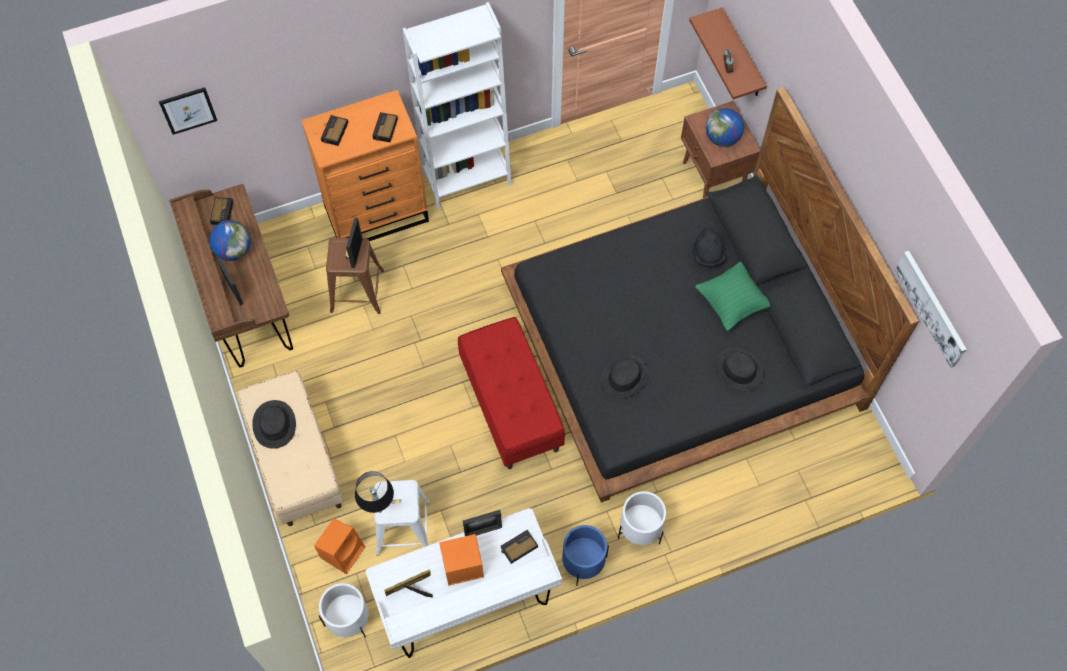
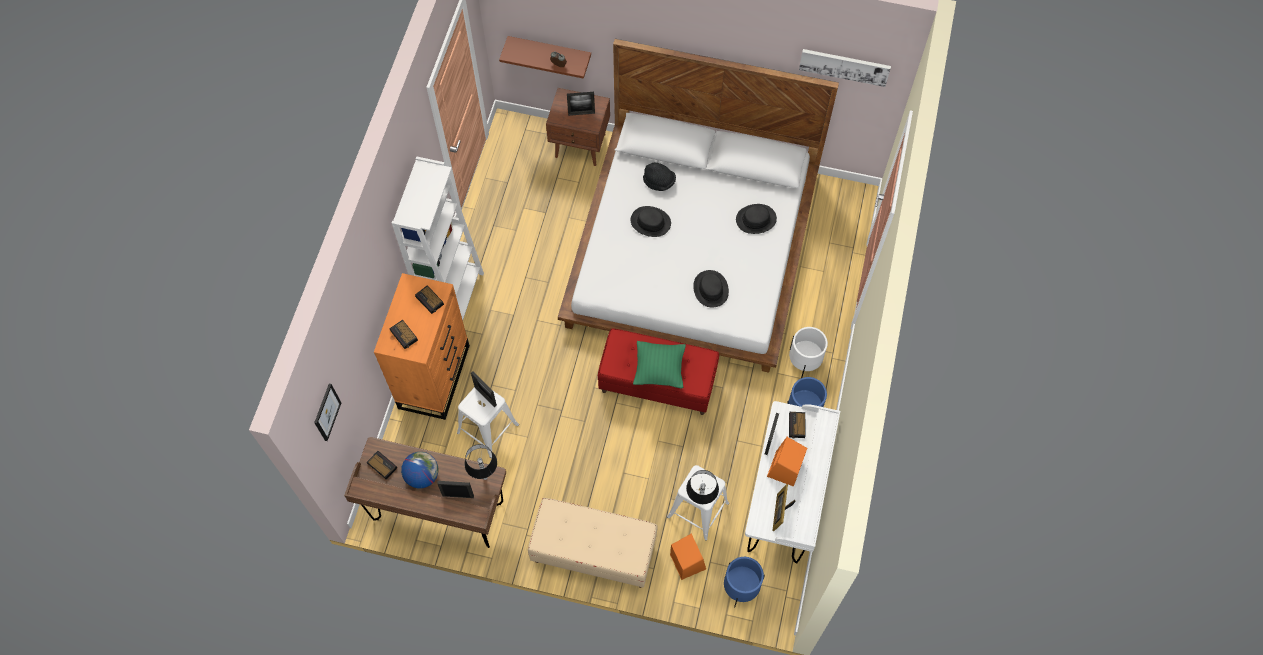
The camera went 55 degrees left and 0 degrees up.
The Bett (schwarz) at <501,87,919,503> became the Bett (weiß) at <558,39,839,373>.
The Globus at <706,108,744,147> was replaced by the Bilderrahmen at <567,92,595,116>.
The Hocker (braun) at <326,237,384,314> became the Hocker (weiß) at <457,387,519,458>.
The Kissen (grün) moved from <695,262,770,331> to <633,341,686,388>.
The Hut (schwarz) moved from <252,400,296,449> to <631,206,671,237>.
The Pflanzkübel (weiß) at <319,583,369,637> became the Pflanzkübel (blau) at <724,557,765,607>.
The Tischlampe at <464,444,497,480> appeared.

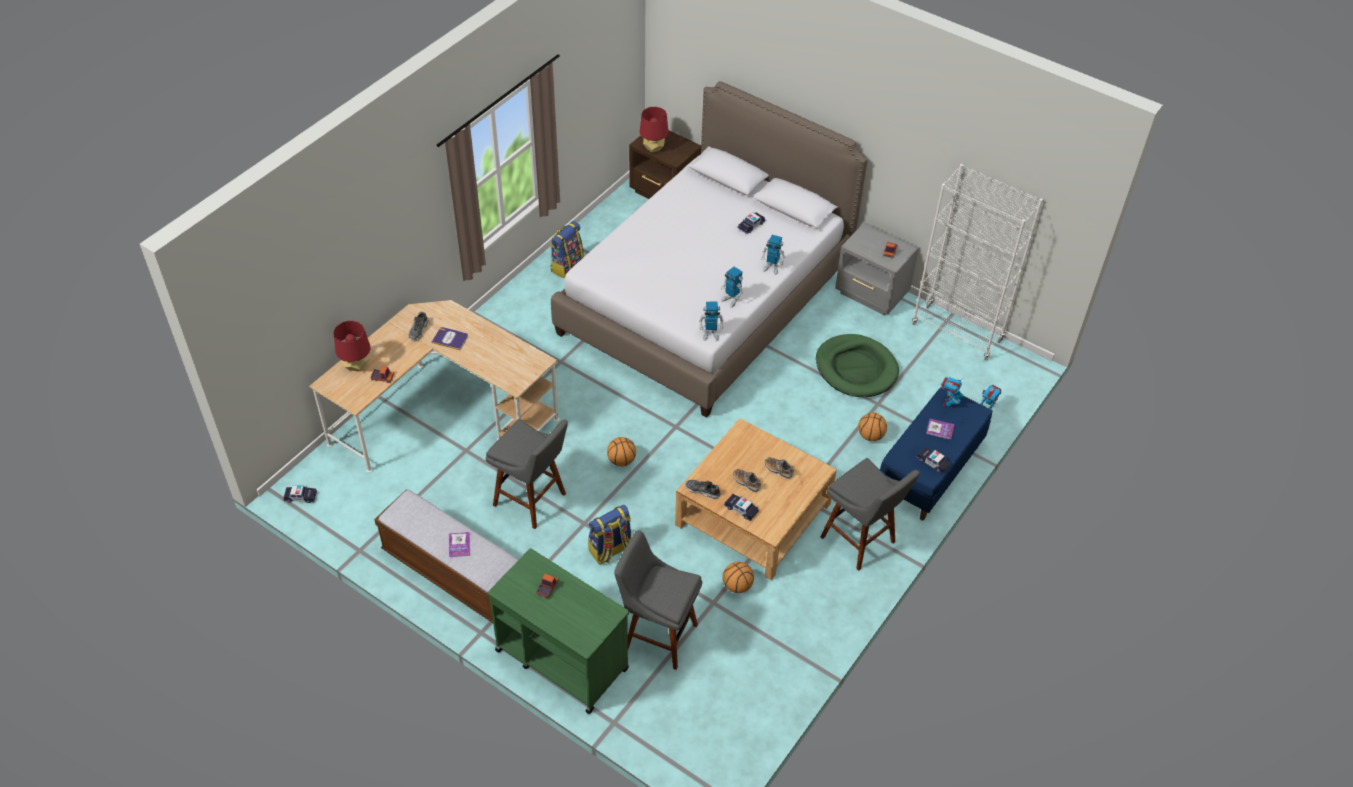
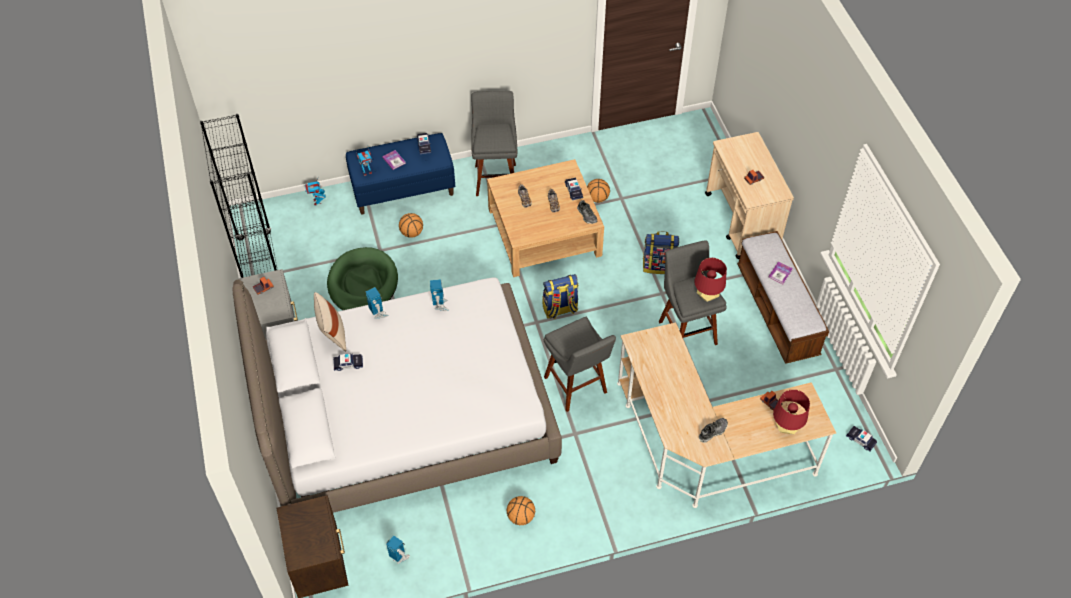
The camera went 140 degrees left and 5 degrees up.
The Tischlampe (rot) moved from <640,107,668,153> to <694,258,727,302>.
The Bücherregal (weiß) at <912,164,1043,360> became the Bücherregal (schwarz) at <200,114,278,278>.
The Rucksack moved from <550,221,584,278> to <542,274,579,319>.
The Spielzeugroboter moved from <699,301,724,341> to <386,535,410,564>.
The Buch at <432,327,468,350> disappeared.
The Basketball moved from <607,437,636,466> to <507,496,535,525>.
The Hocker (grau) moved from <614,530,702,670> to <544,317,616,412>.
The Rollwagen (grün) at <488,548,629,714> became the Rollwagen (beige) at <705,132,794,259>.
The Kissen (beige) at <314,292,346,352> appeared.

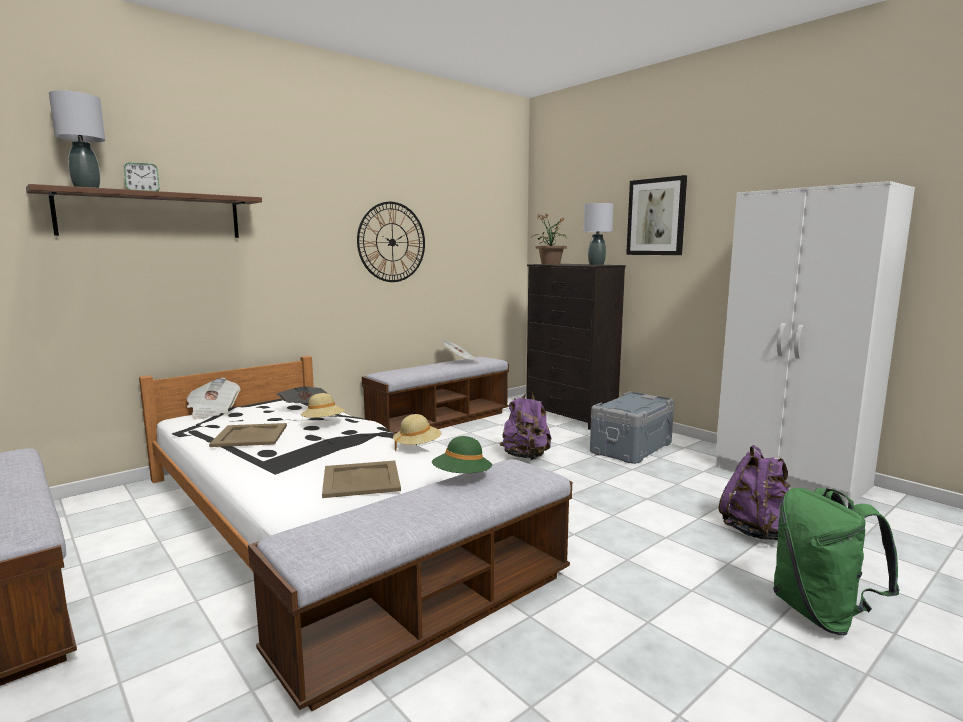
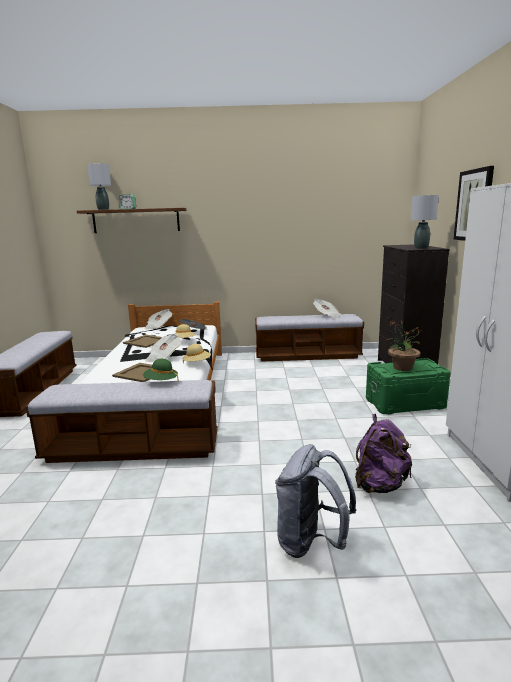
The camera went 40 degrees right and 5 degrees up.
The Wanduhr at <357,202,425,282> disappeared.
The Topfpflanze moved from <533,214,567,264> to <385,320,421,371>.
The Rucksack (lila) at <500,391,552,460> disappeared.
The Aufbewahrungsbox (grau) at <590,391,674,464> became the Aufbewahrungsbox (grün) at <366,358,451,415>.
The Rucksack (grün) at <773,488,900,635> became the Rucksack (grau) at <275,444,356,558>.
The Zeitung at <145,334,182,362> appeared.

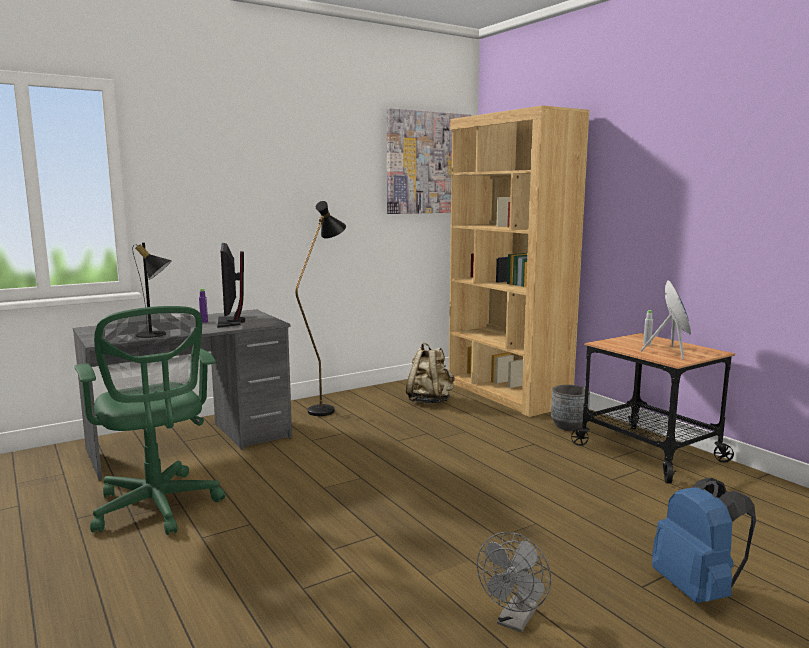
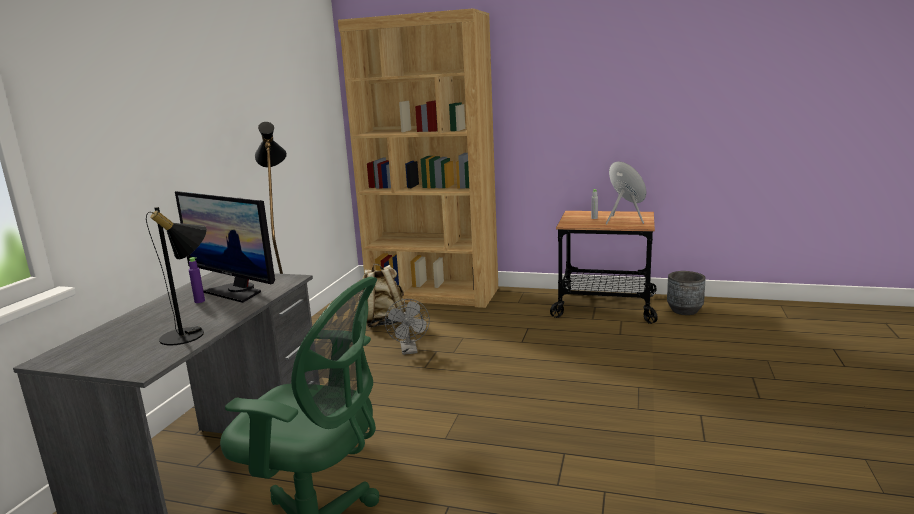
The camera went 40 degrees left and 5 degrees up.
The Bild at <387,108,472,214> disappeared.
The Pflanzkübel (grau) moved from <551,385,590,431> to <667,271,706,315>.
The Rucksack (blau) at <652,478,756,603> disappeared.
The Ventilator (grau) moved from <477,532,551,633> to <385,299,430,355>.

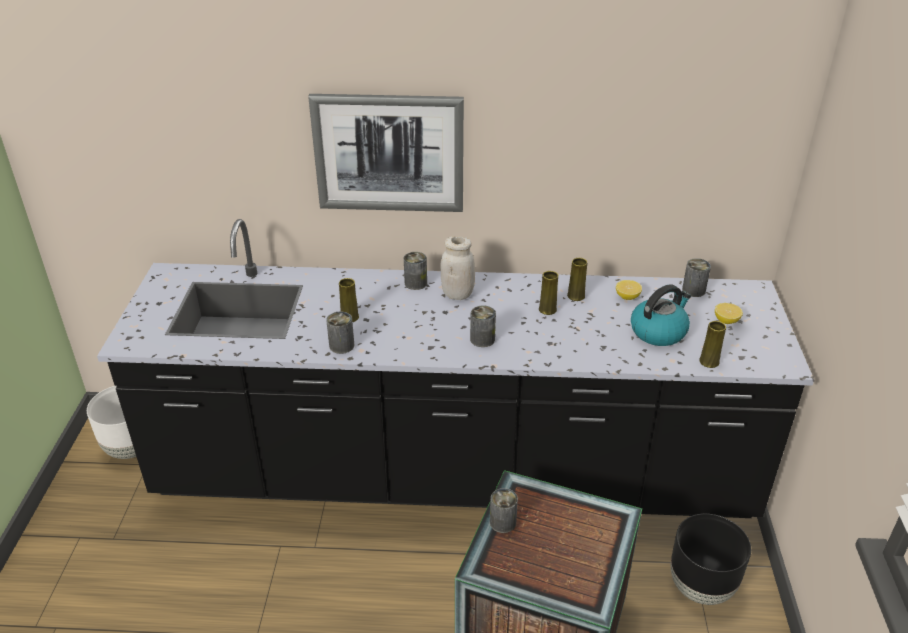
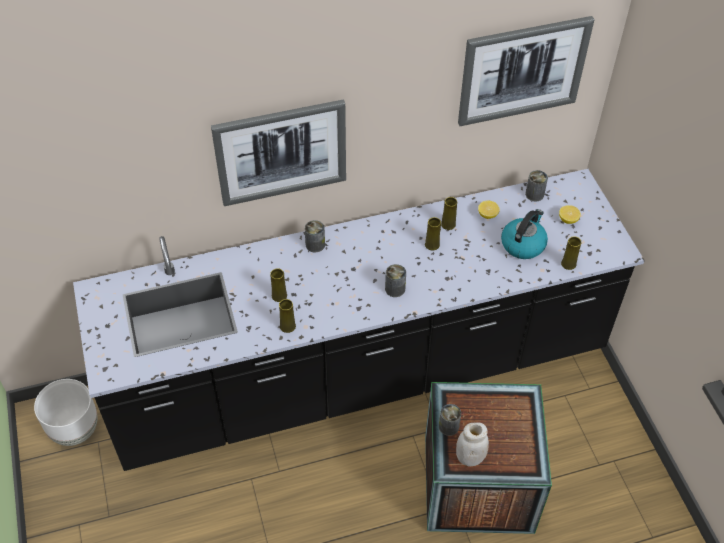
The camera went 20 degrees left and 15 degrees up.
The Vorratsglas (weiß) moved from <440,236,475,300> to <456,423,489,467>.
The Dose at <326,311,354,354> was replaced by the Vase (gelb) at <279,299,296,333>.
The Pflanzkübel (schwarz) at <671,514,751,605> disappeared.
The Bild at <458,16,595,126> appeared.

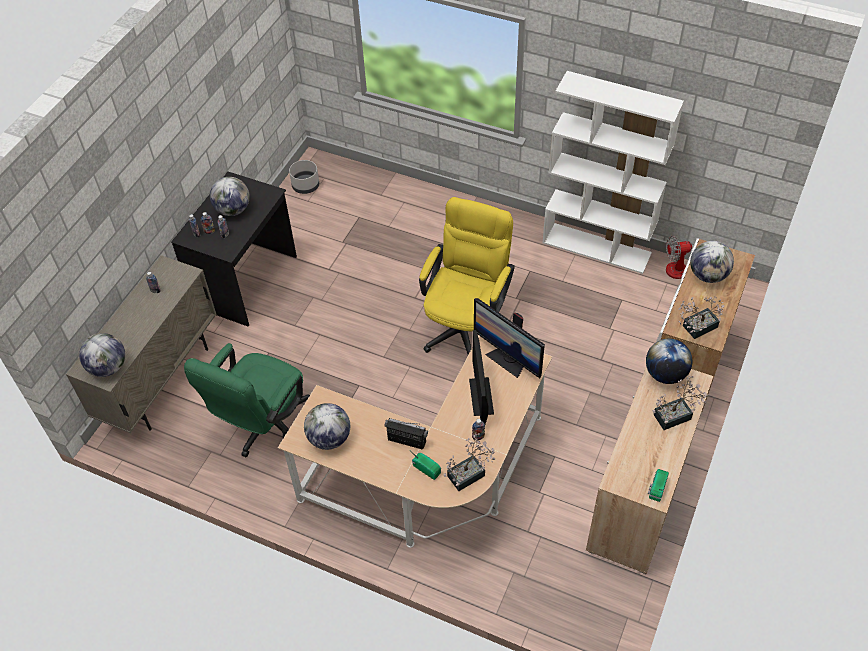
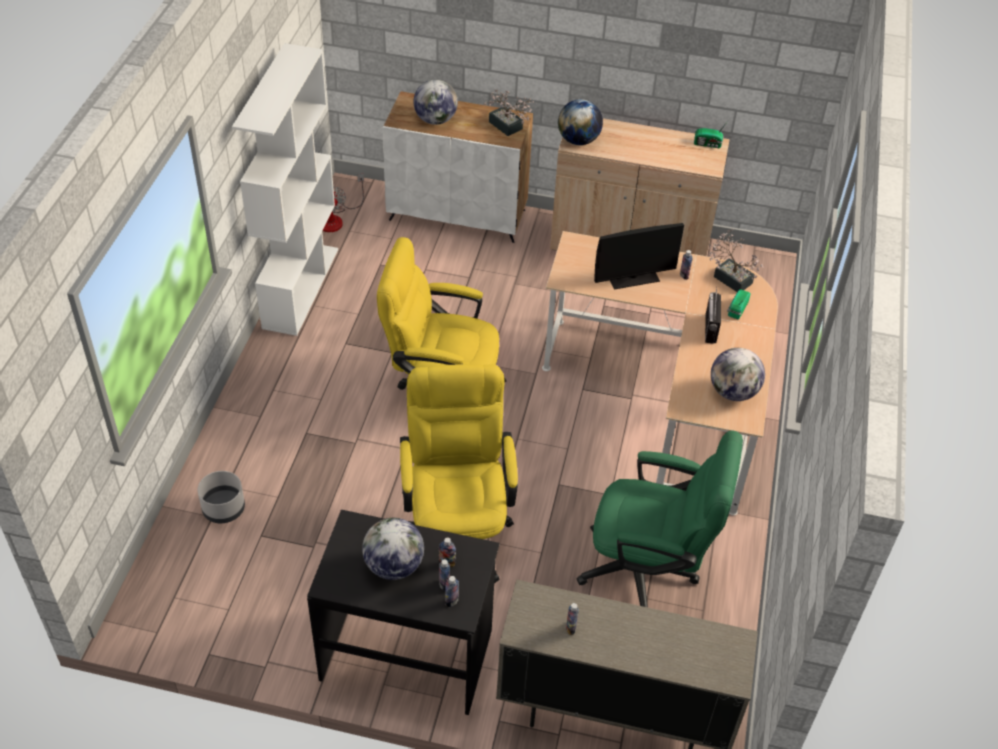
The camera went 105 degrees left and 5 degrees down.
The Pflanzkübel (grau) moved from <289,160,319,194> to <198,471,245,523>.
The Monitor at <474,298,545,378> disappeared.
The Globus at <79,333,125,377> disappeared.
The Topfpflanze at <653,376,708,430> disappeared.
The Bürostuhl (gelb) at <400,364,518,583> appeared.

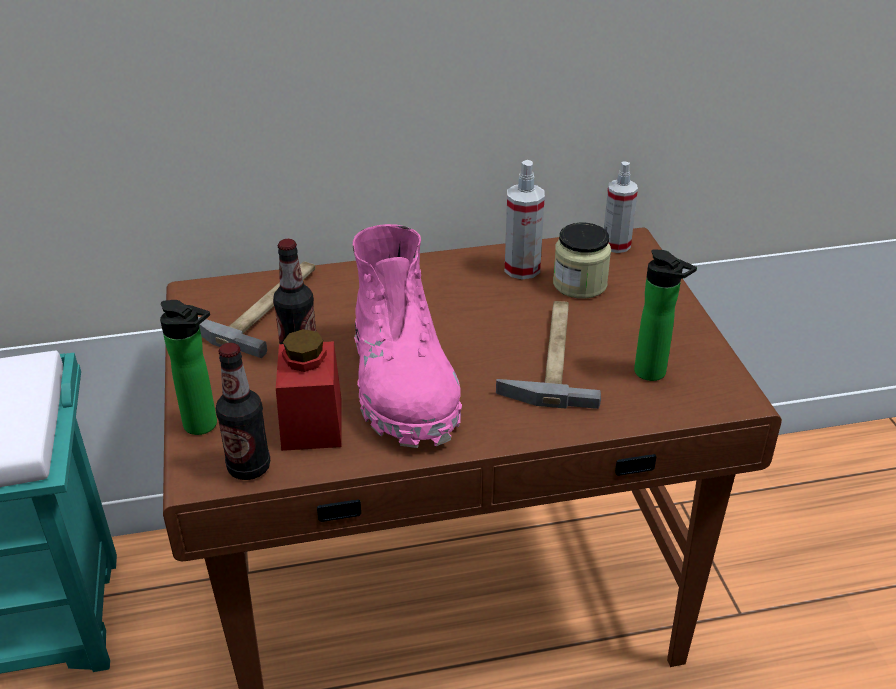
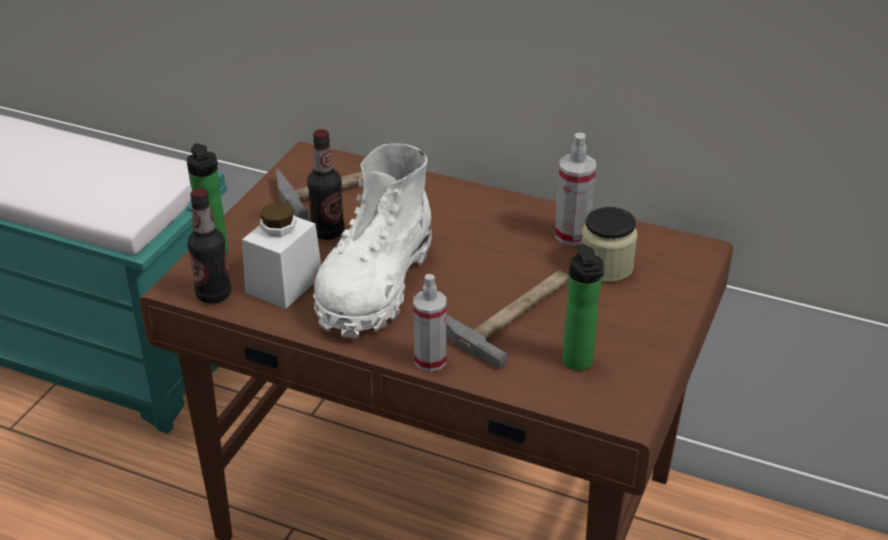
The camera went 35 degrees right and 0 degrees up.
The Sprühflasche moved from <604,161,638,253> to <413,274,446,372>.
The Stiefel (rosa) at <353,224,462,448> became the Stiefel (weiß) at <313,143,432,338>.
The Vorratsglas (rot) at <276,329,342,451> became the Vorratsglas (weiß) at <242,202,321,309>.

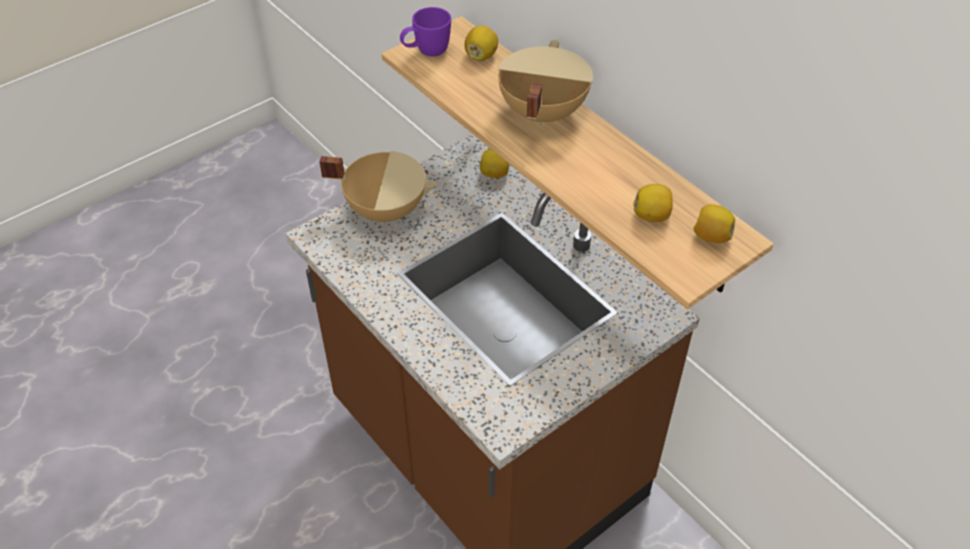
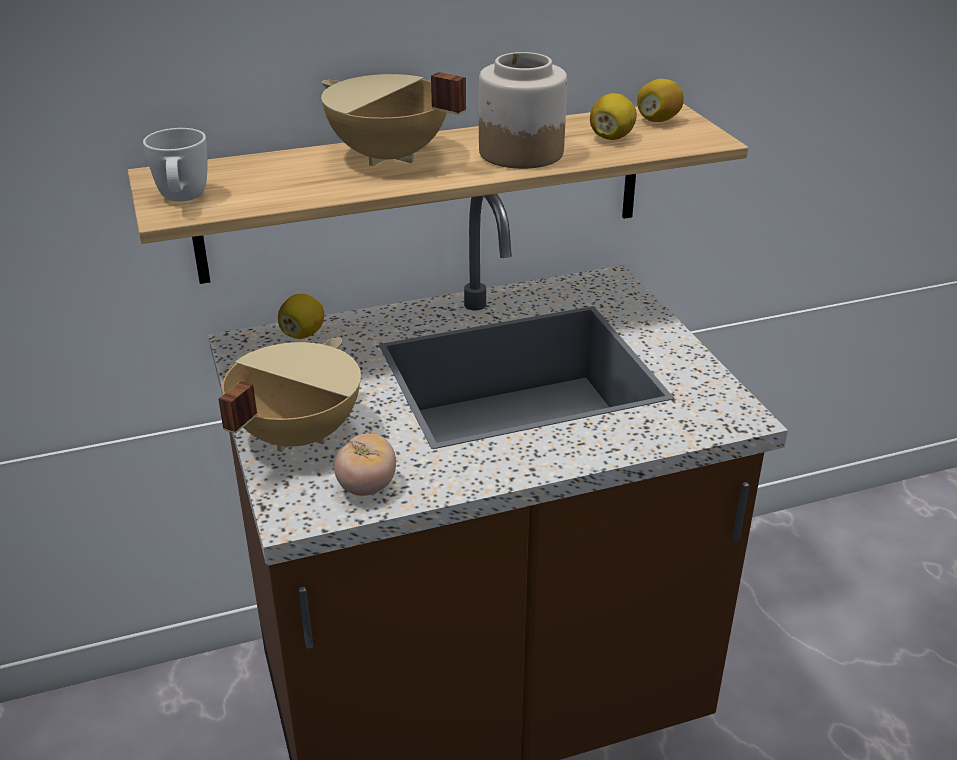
The camera went 70 degrees left and 15 degrees down.
The Henkelbecher (lila) at <400,7,451,57> became the Henkelbecher (weiß) at <143,128,207,202>.
The Zitrone at <465,26,498,61> disappeared.
The Vorratsglas at <479,52,567,169> appeared.
The Tomate at <334,433,396,496> appeared.

